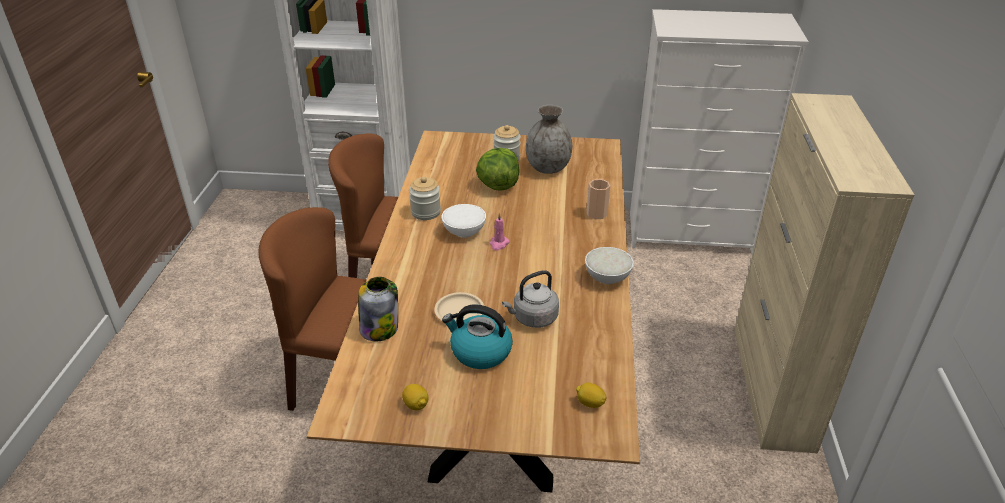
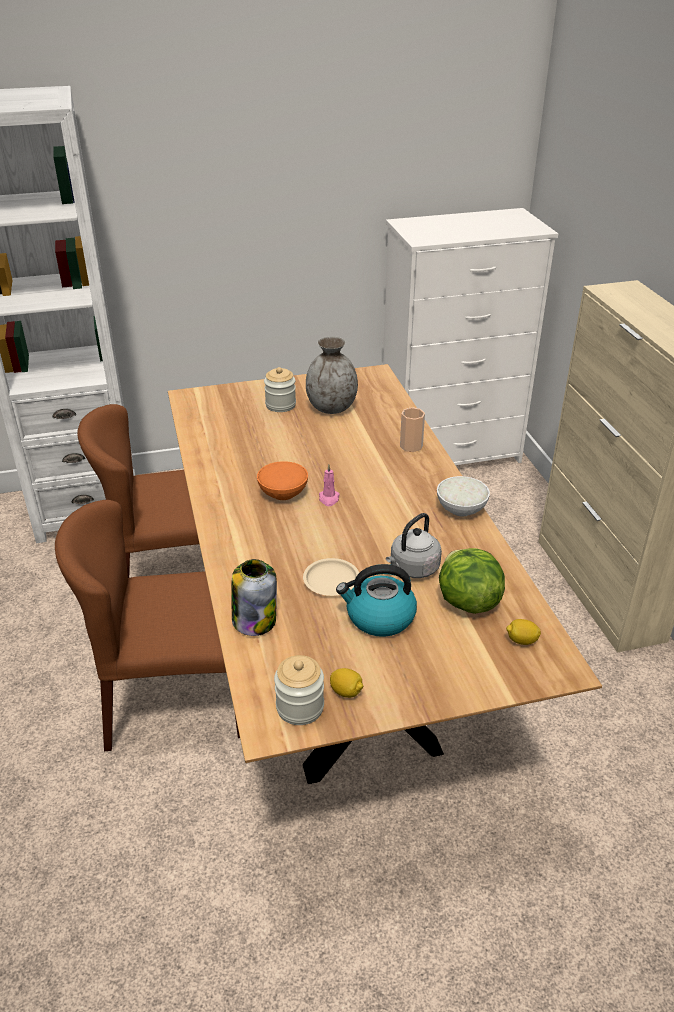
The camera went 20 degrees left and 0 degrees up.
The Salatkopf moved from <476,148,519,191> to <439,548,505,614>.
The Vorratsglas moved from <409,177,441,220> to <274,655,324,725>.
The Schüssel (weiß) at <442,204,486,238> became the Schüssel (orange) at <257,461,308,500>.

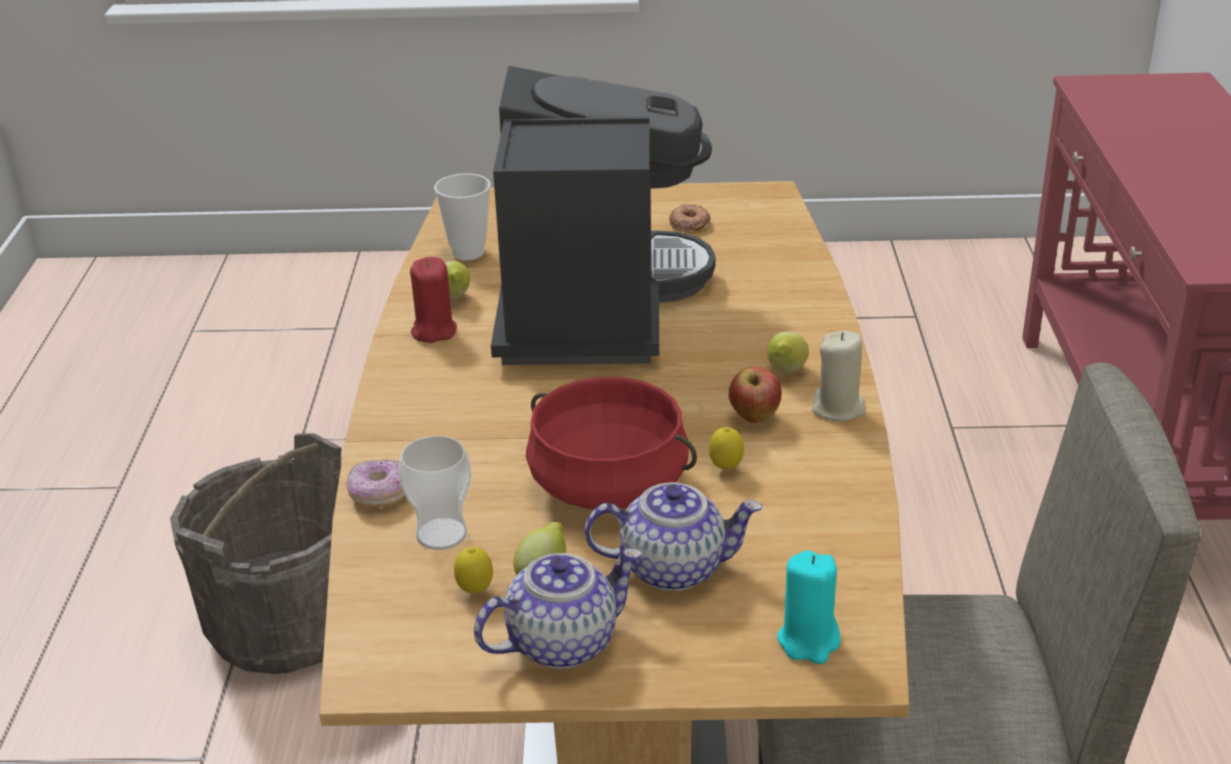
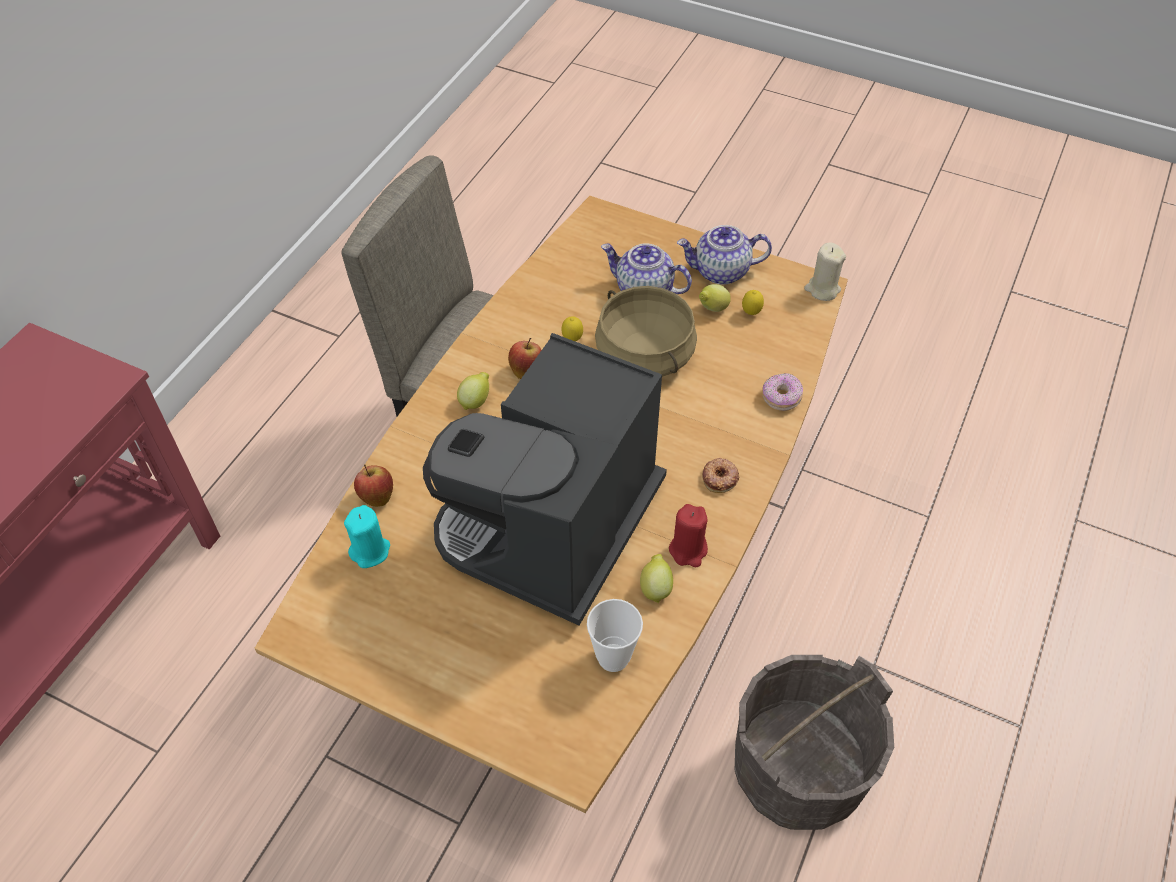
The camera went 155 degrees left and 20 degrees up.
The Donut moved from <669,204,711,233> to <702,458,739,493>.
The Kerze (beige) moved from <812,331,865,421> to <804,242,846,301>.
The Kochtopf (rot) at <526,377,697,509> became the Kochtopf (beige) at <595,286,697,377>.
The Tasse at <398,436,471,550> disappeared.
The Kerze (türkis) moved from <777,550,841,664> to <344,505,390,568>.
The Apfel at <354,464,393,507> appeared.

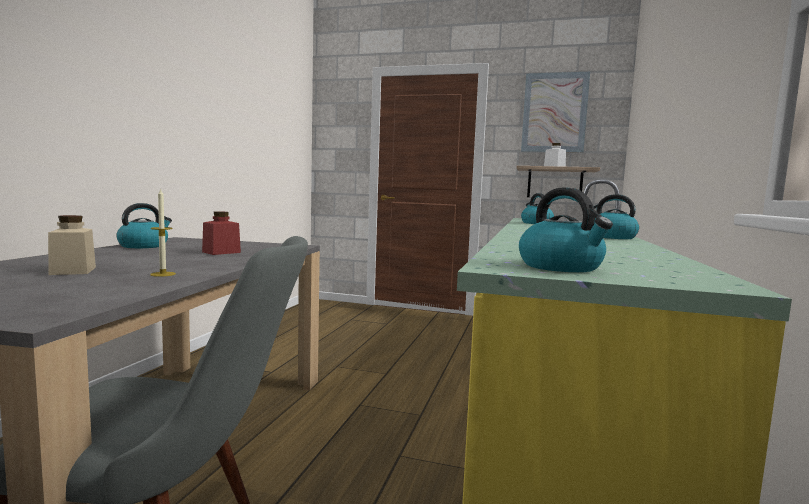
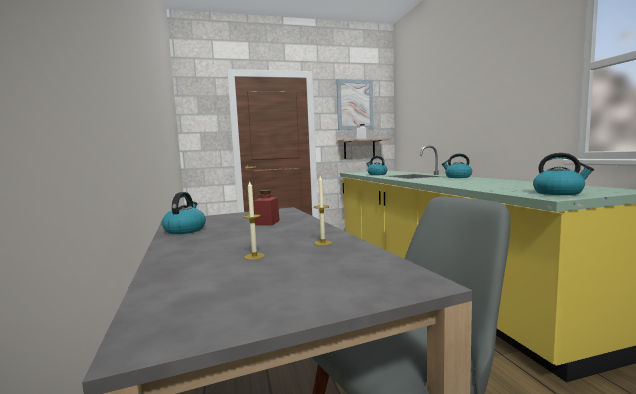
The camera went 30 degrees left and 0 degrees up.
The Vorratsglas (beige) at <48,215,96,275> was replaced by the Kerze at <243,180,265,260>.

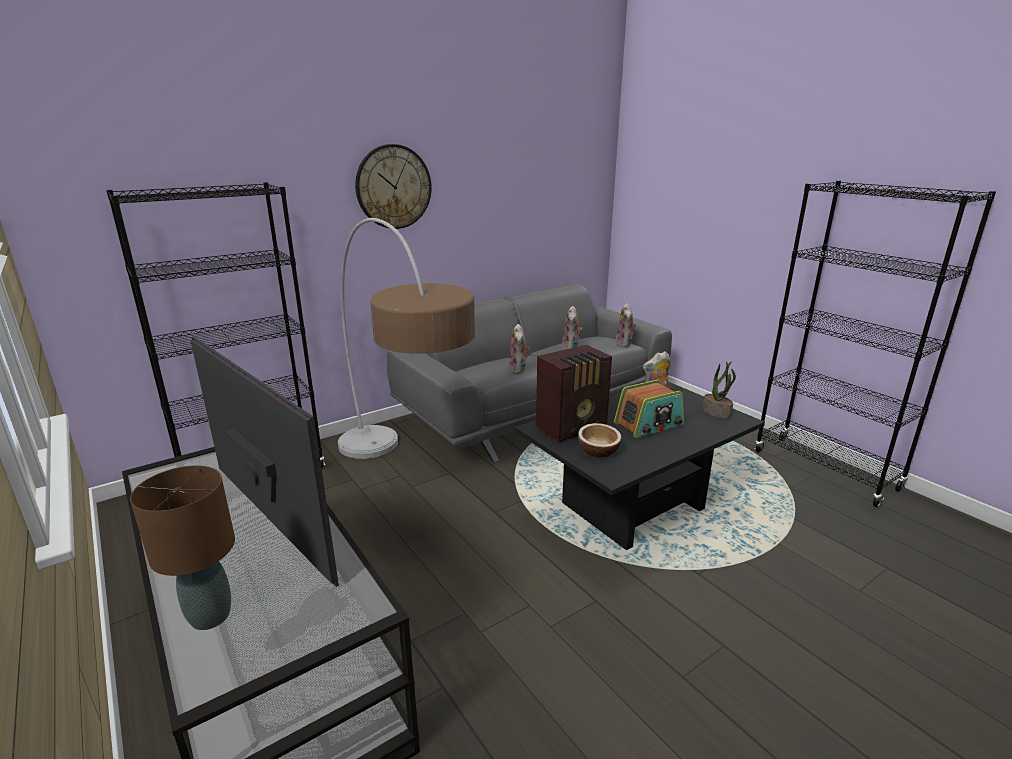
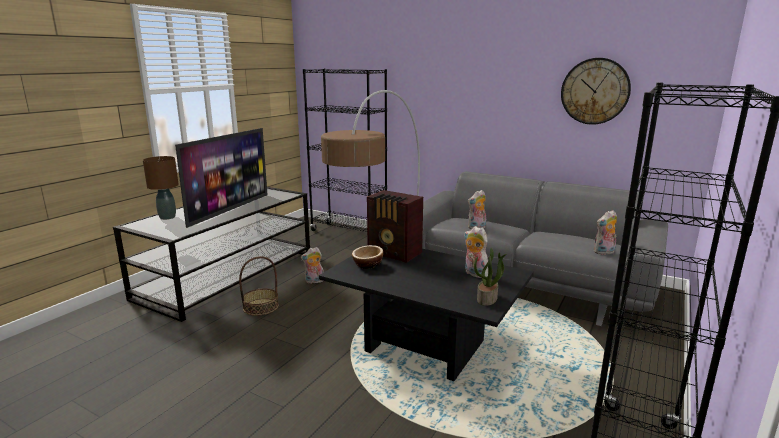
The camera went 65 degrees right and 5 degrees down.
The Wanduhr moved from <355,144,432,229> to <561,58,631,125>.
The Plüschtier moved from <562,306,582,350> to <301,247,324,284>.
The Radio at <614,380,684,438> disappeared.
The Korb at <239,256,279,316> appeared.

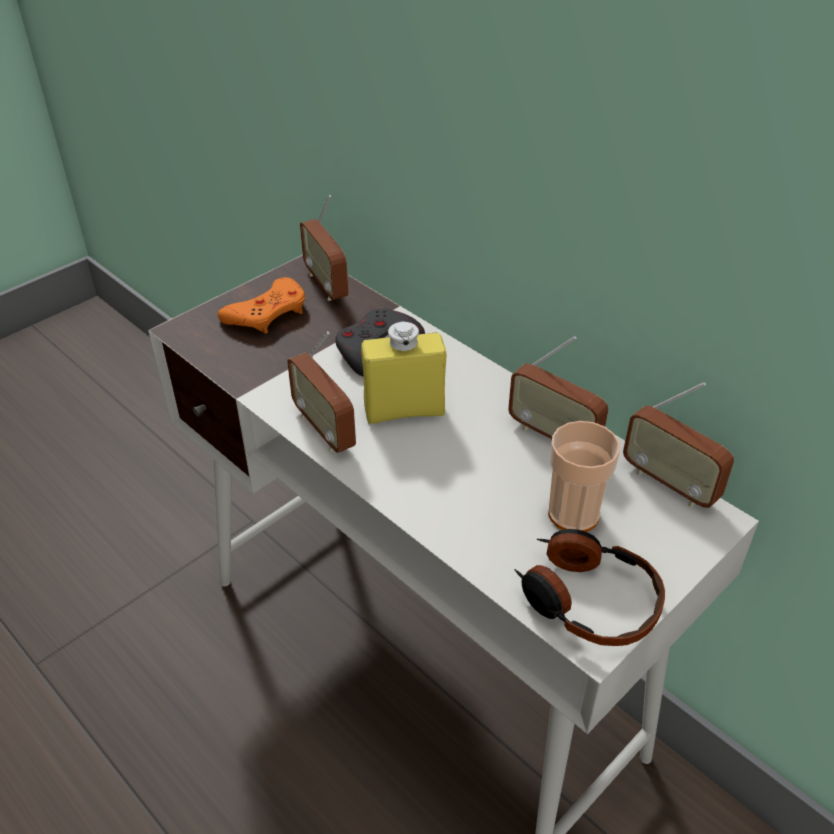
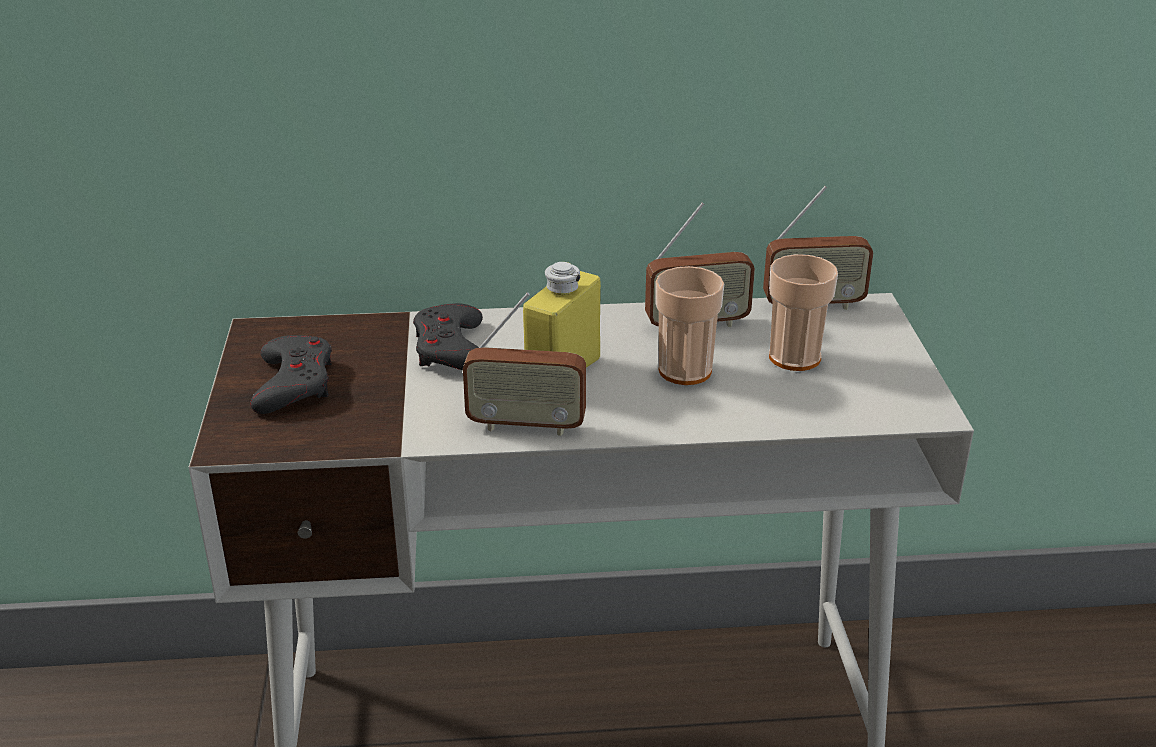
The camera went 50 degrees left and 10 degrees down.
The Radio at <300,195,348,301> disappeared.
The Gamepad (orange) at <218,277,305,334> became the Gamepad (grau) at <250,335,332,414>.
The Kopfhörer at <514,529,665,646> disappeared.
The Tasse at <655,266,724,385> appeared.

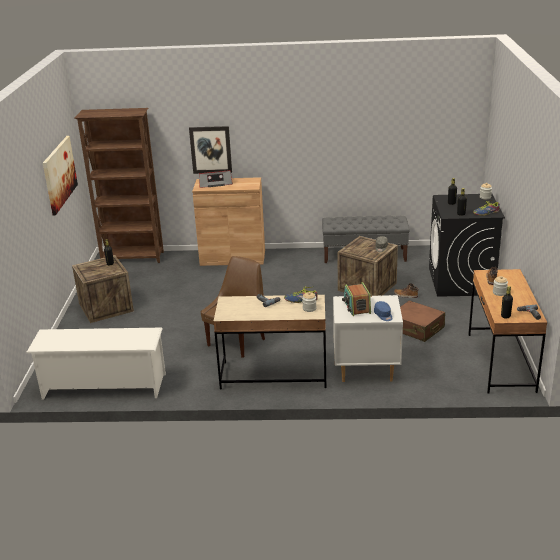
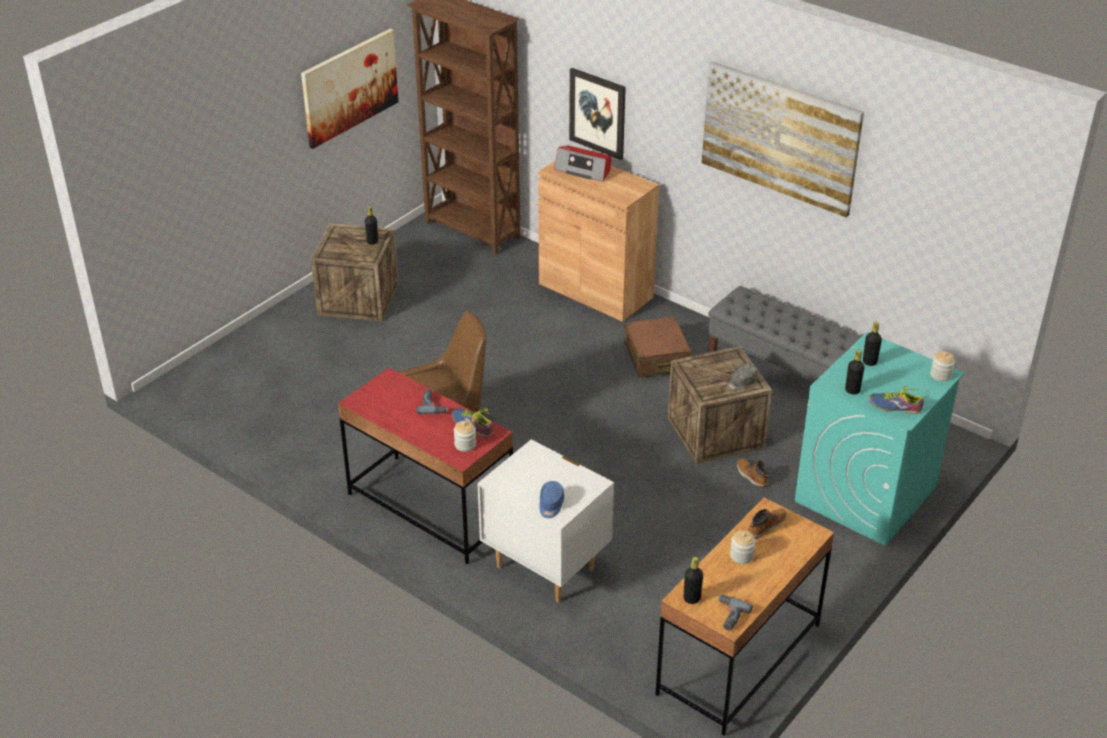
The camera went 35 degrees right and 10 degrees up.
The Waschmaschine (schwarz) at <429,194,505,297> became the Waschmaschine (türkis) at <795,332,965,546>.
The Radio at <342,282,371,316> disappeared.
The Schreibtisch (beige) at <213,295,326,389> became the Schreibtisch (rot) at <338,368,513,564>.
The Koffer (braun) moved from <400,300,445,342> to <624,316,691,378>.
The Schuhregal (weiß) at <26,328,166,400> disappeared.
The Bild at <702,62,864,217> appeared.

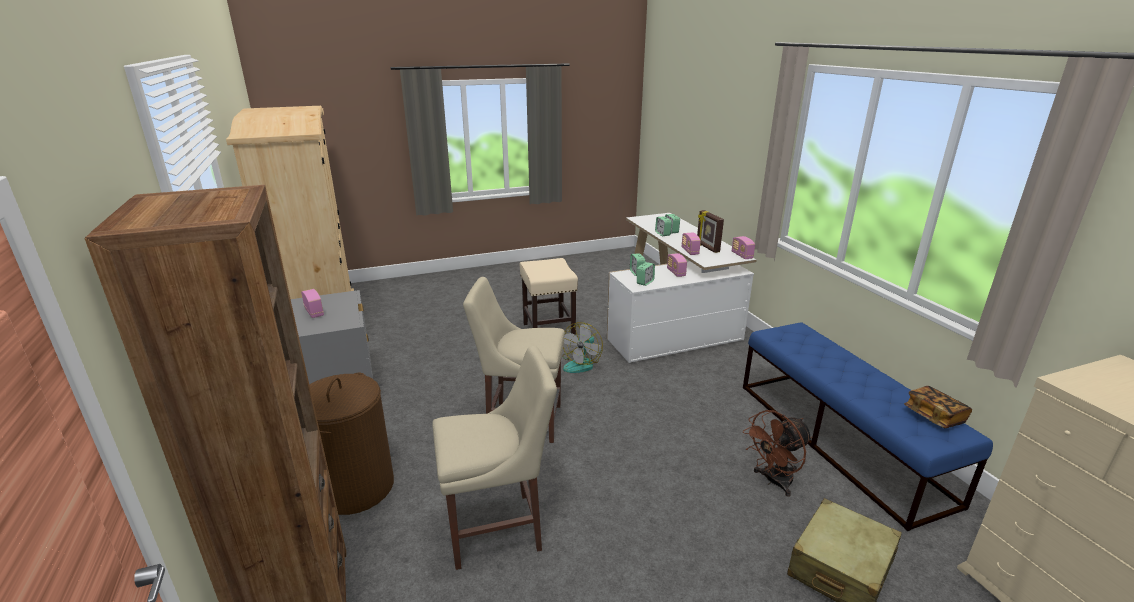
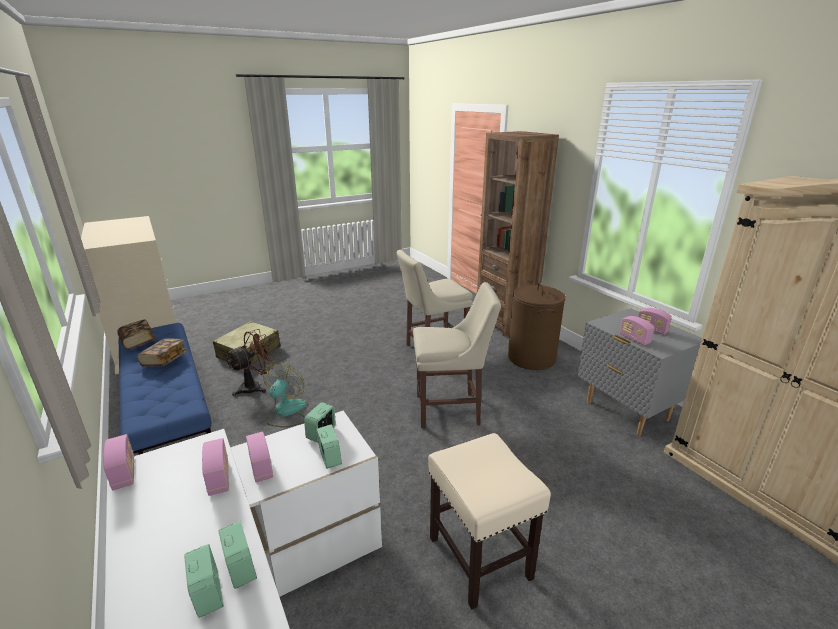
The camera went 170 degrees right and 0 degrees up.
The Bilderrahmen at <697,210,724,253> disappeared.
The Ventilator moved from <562,322,603,373> to <263,363,307,427>.
The Radio at <619,316,655,345> appeared.
The Buch at <137,338,187,367> appeared.

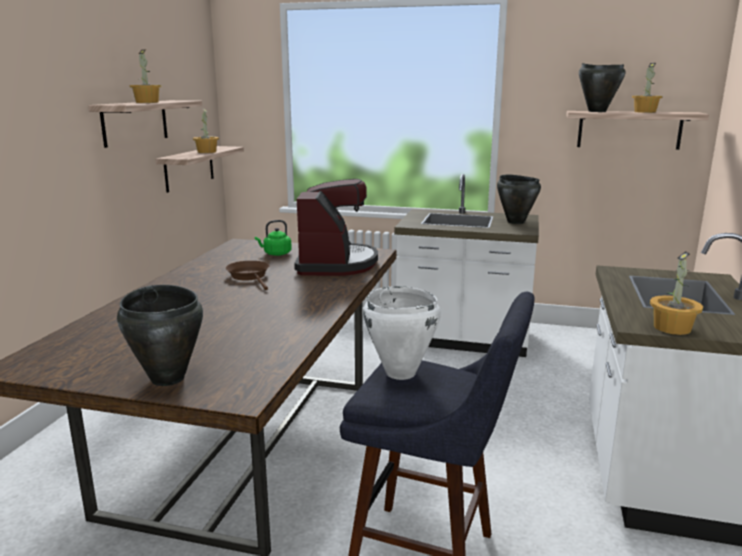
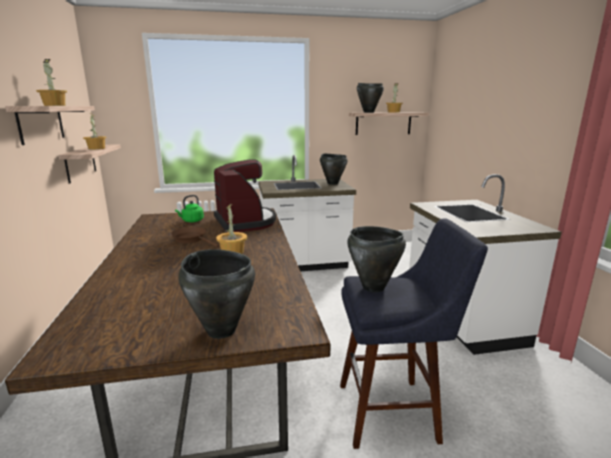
The camera went 25 degrees left and 0 degrees up.
The Topfpflanze moved from <650,251,703,335> to <216,203,247,254>.
The Kochtopf (weiß) at <363,286,441,380> became the Kochtopf (schwarz) at <347,226,406,292>.

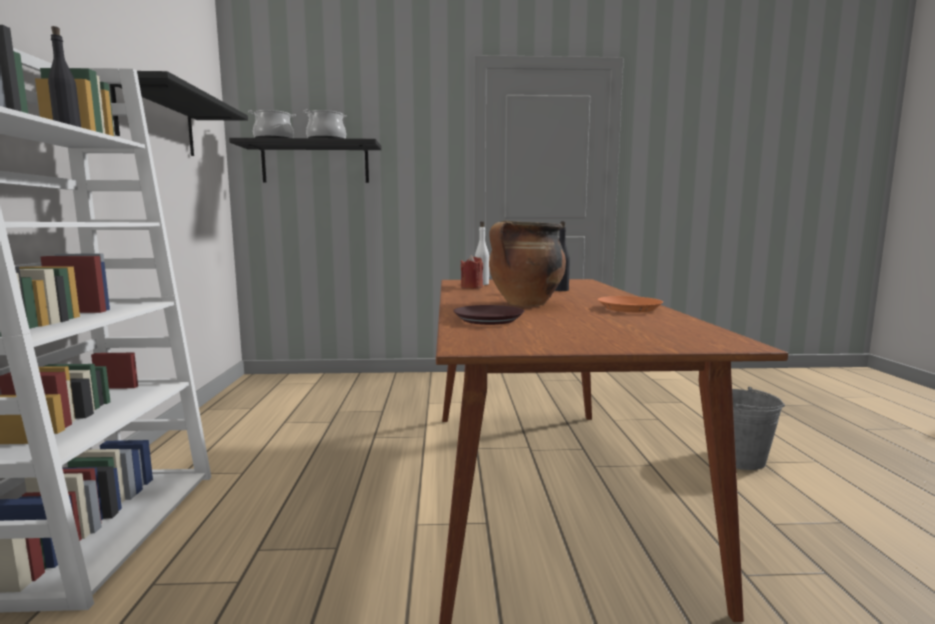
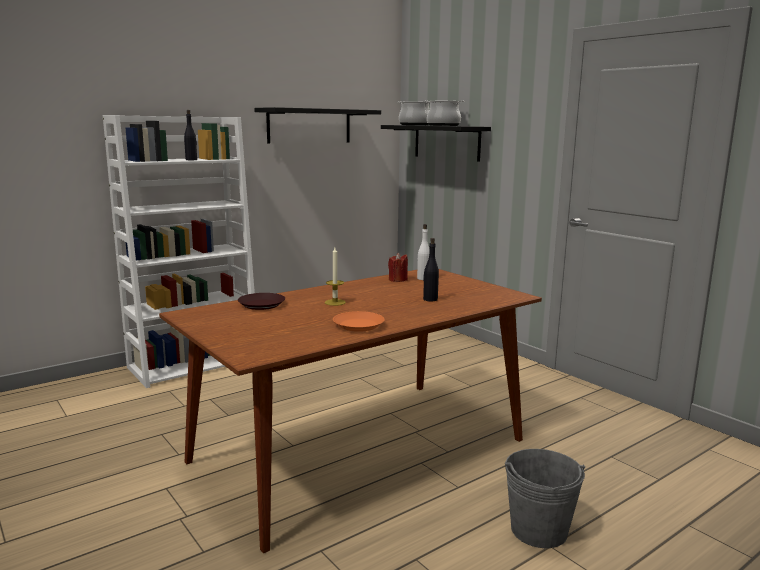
The camera went 55 degrees right and 5 degrees up.
The Kochtopf at <489,221,566,306> was replaced by the Kerze at <325,247,346,306>.

